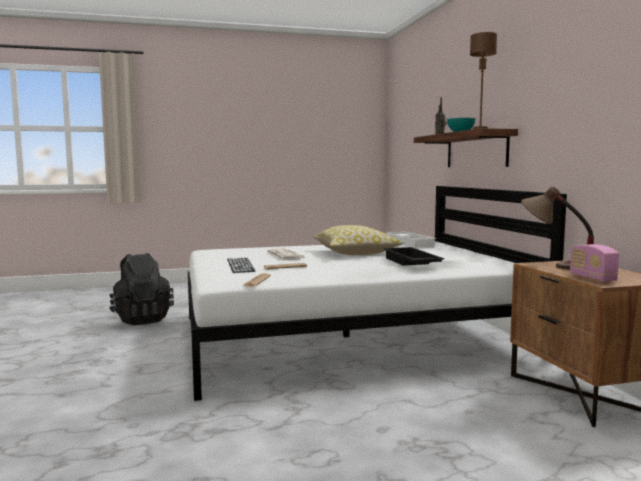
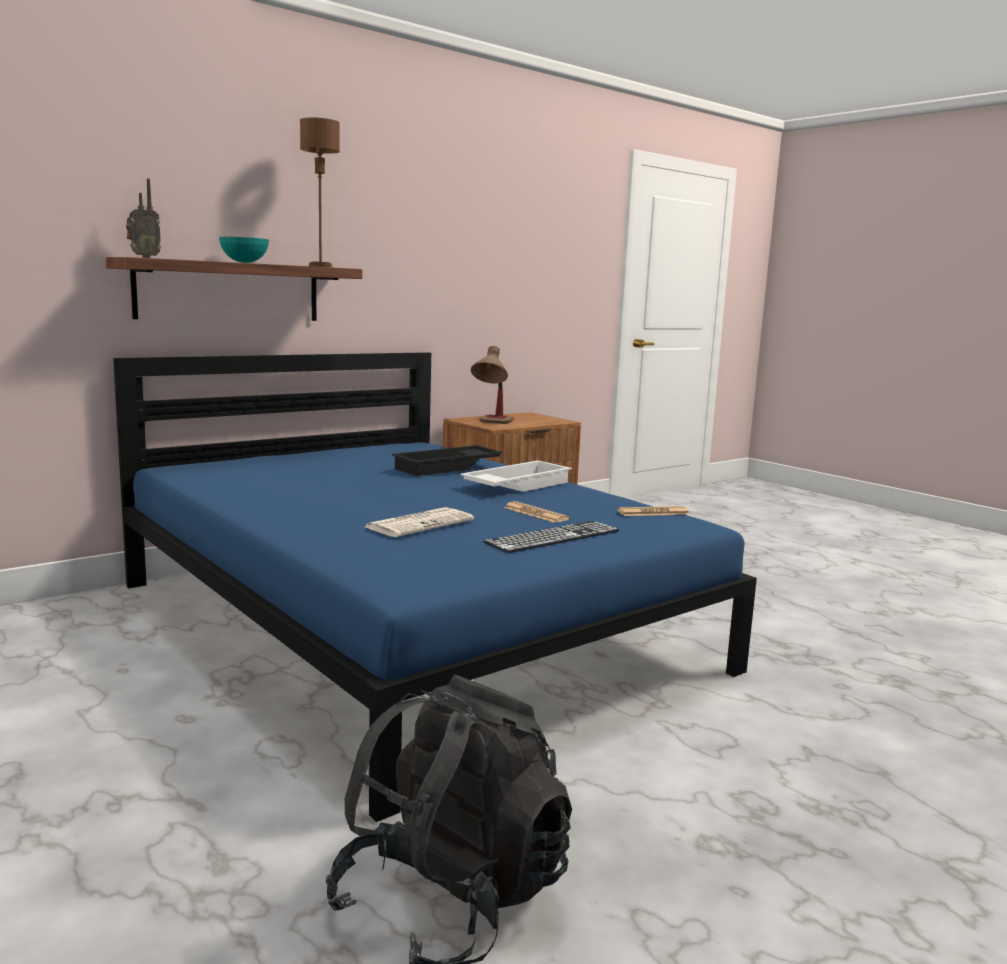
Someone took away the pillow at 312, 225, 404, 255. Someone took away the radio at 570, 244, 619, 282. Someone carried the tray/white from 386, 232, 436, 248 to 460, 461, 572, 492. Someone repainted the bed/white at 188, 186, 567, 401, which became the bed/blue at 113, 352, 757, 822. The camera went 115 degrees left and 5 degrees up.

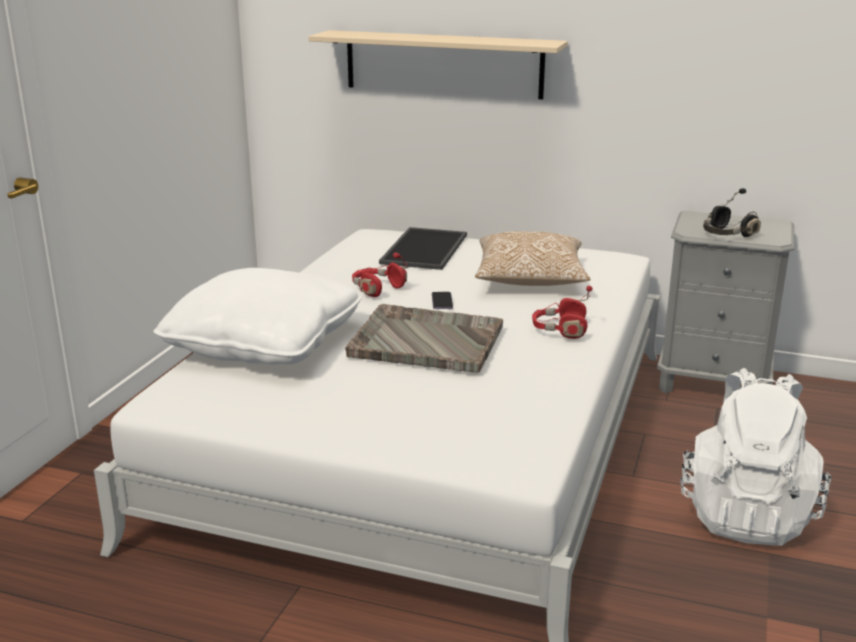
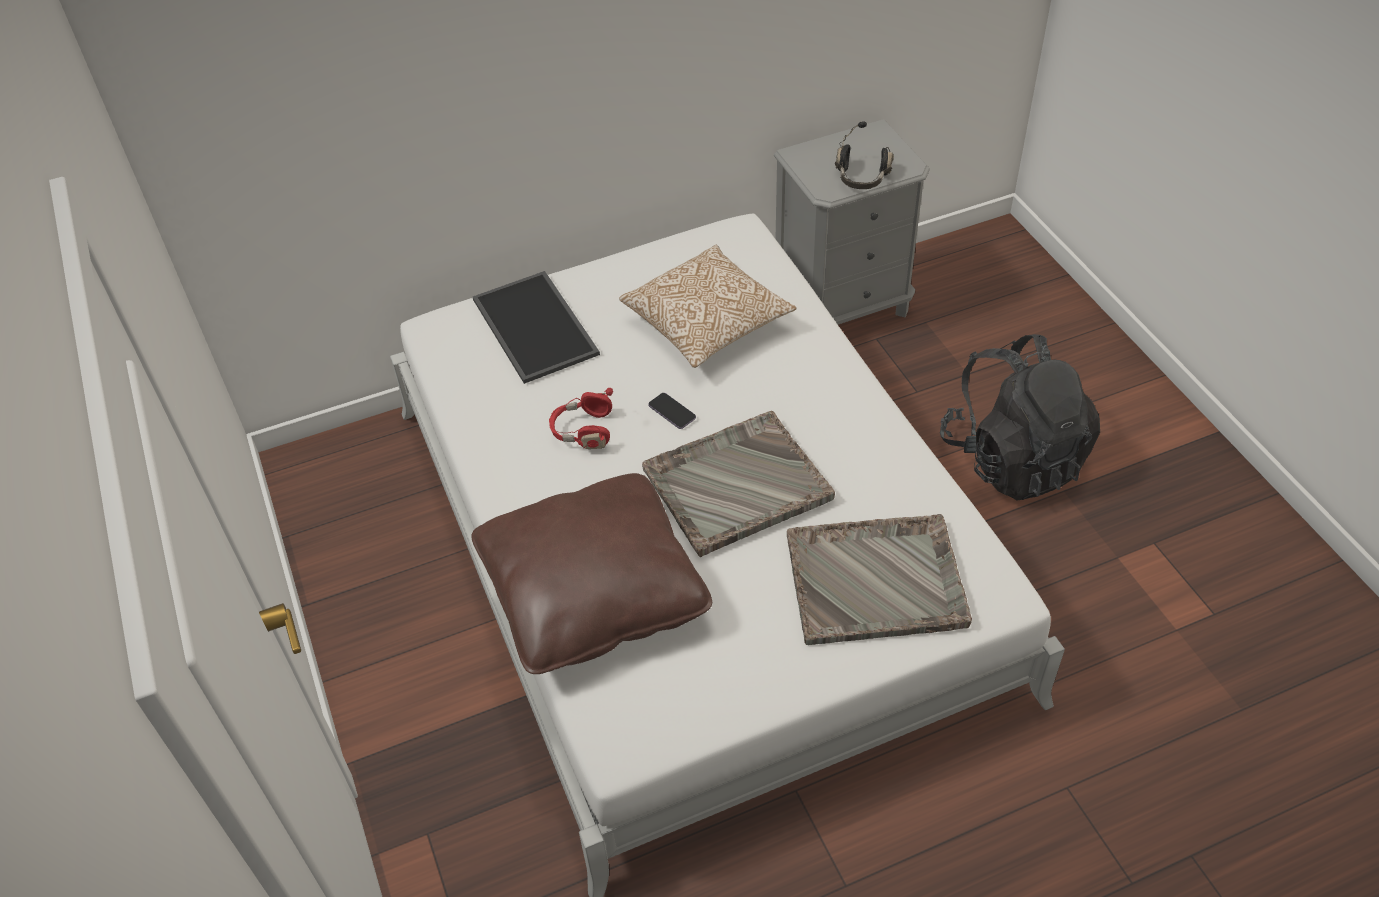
Someone took away the shelf/beige at 309, 30, 568, 100. Someone took away the headphones/red at 532, 286, 593, 339. Someone put down the tray/grey at 787, 514, 972, 645. Someone repainted the pillow/white at 153, 268, 361, 365, which became the pillow/brown at 472, 473, 712, 674. Someone repainted the backpack/white at 680, 368, 832, 546, which became the backpack/black at 940, 334, 1100, 501. The camera went 40 degrees left and 25 degrees up.

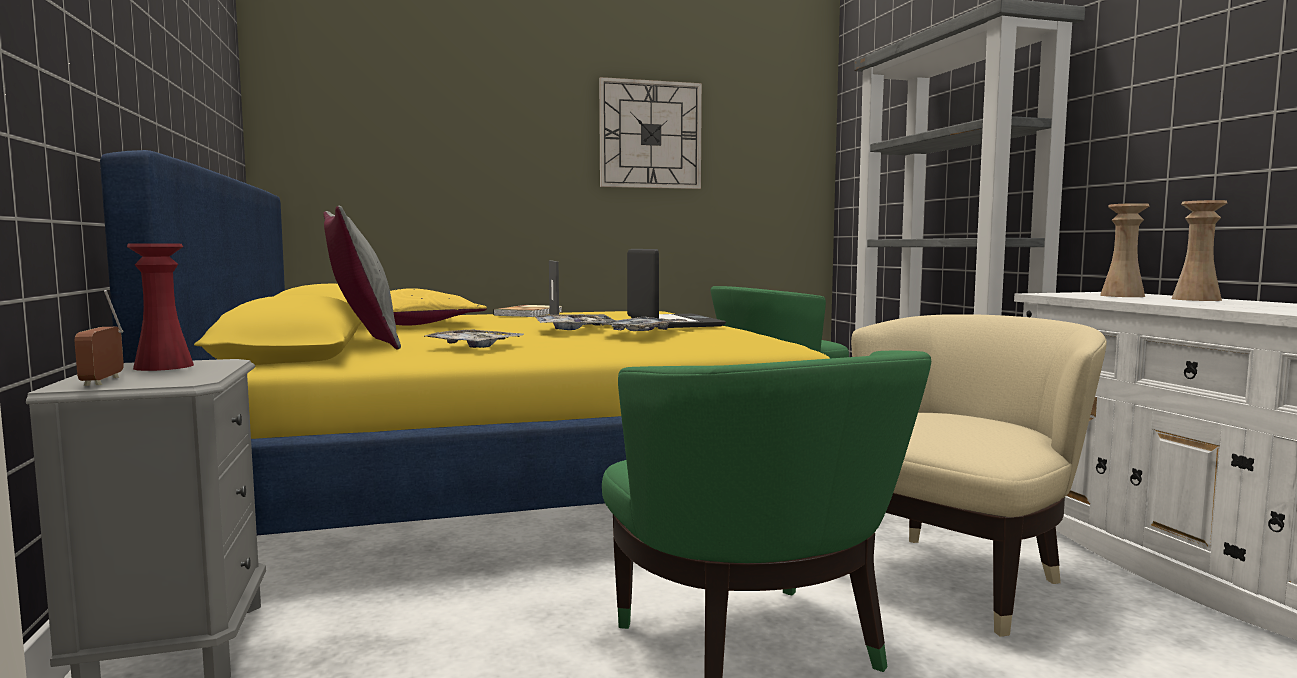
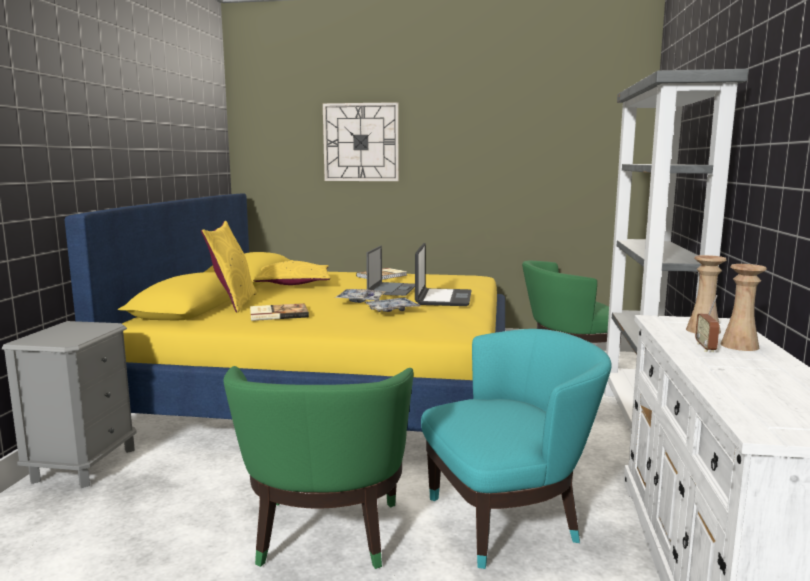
Someone took away the vase/red at 127, 244, 194, 371. Someone carried the radio from 74, 290, 124, 386 to 695, 295, 719, 352. Someone carried the wall clock from 599, 77, 702, 189 to 323, 102, 399, 181. Someone swapped the tray at 424, 329, 525, 348 for the book at 250, 303, 309, 321. Someone repainted the pillow/grey at 323, 206, 401, 350, which became the pillow/yellow at 201, 221, 257, 313. Someone repainted the armchair/beige at 851, 314, 1107, 637, which became the armchair/turquoise at 421, 329, 612, 569. The camera went 25 degrees right and 5 degrees up.

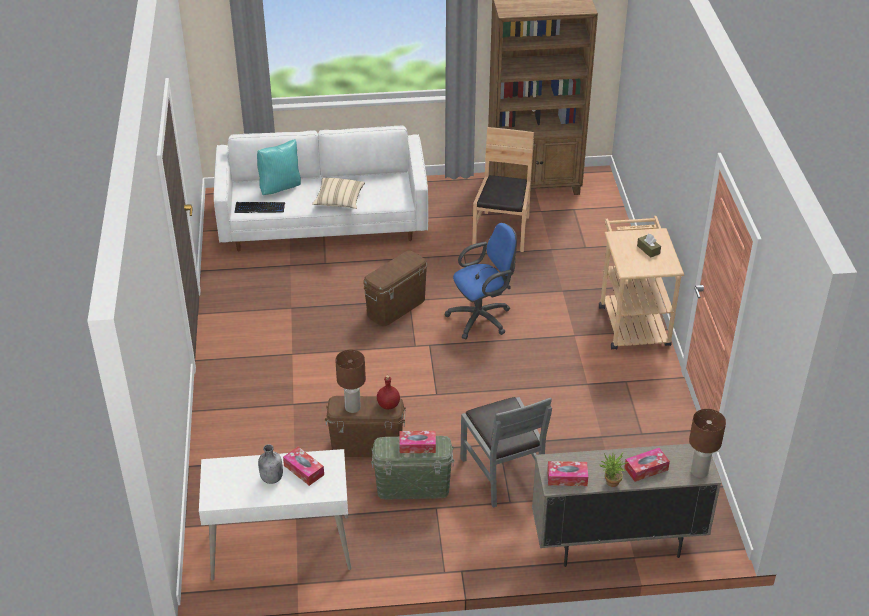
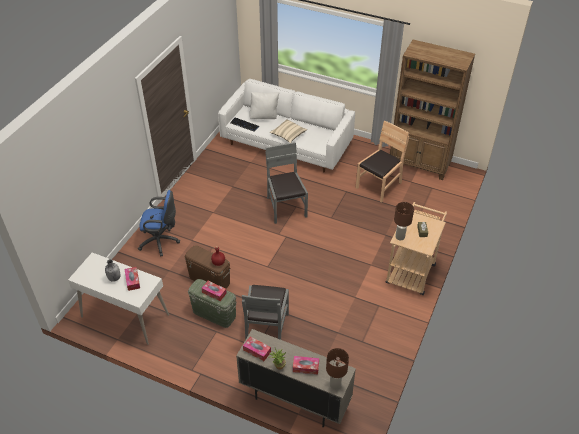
Someone carried the table lamp/brown from 335, 350, 366, 413 to 394, 202, 414, 240. Someone carried the office chair/blue from 445, 223, 517, 339 to 138, 190, 180, 256. Someone swapped the storage box/brown at 363, 251, 427, 326 for the chair/grey at 265, 142, 308, 224. Someone repainted the pillow/turquoise at 257, 139, 301, 195, which became the pillow/white at 249, 92, 279, 119. The camera went 30 degrees right and 5 degrees up.

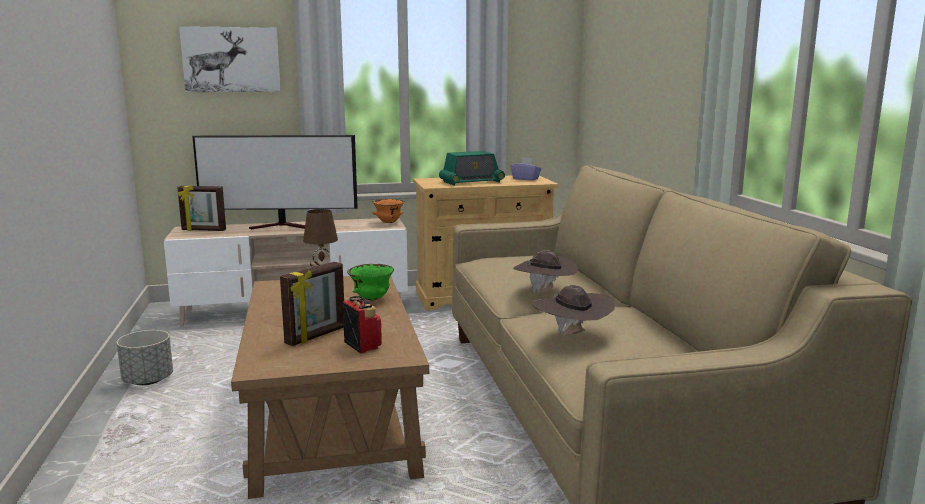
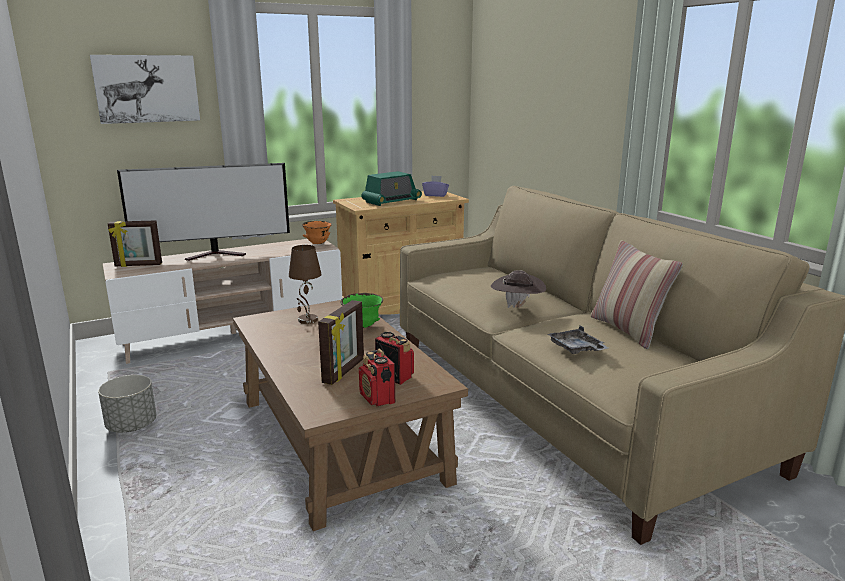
Someone put down the radio at 359, 349, 395, 406. Someone put down the pillow at 591, 240, 683, 349. Someone swapped the hat/brown at 531, 285, 614, 335 for the tray/grey at 547, 326, 608, 354. The camera went 15 degrees left and 5 degrees up.

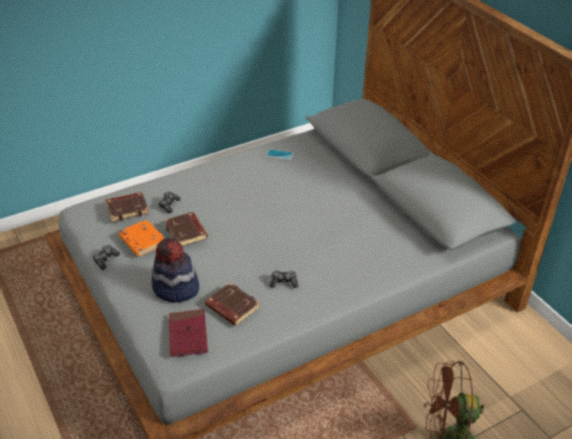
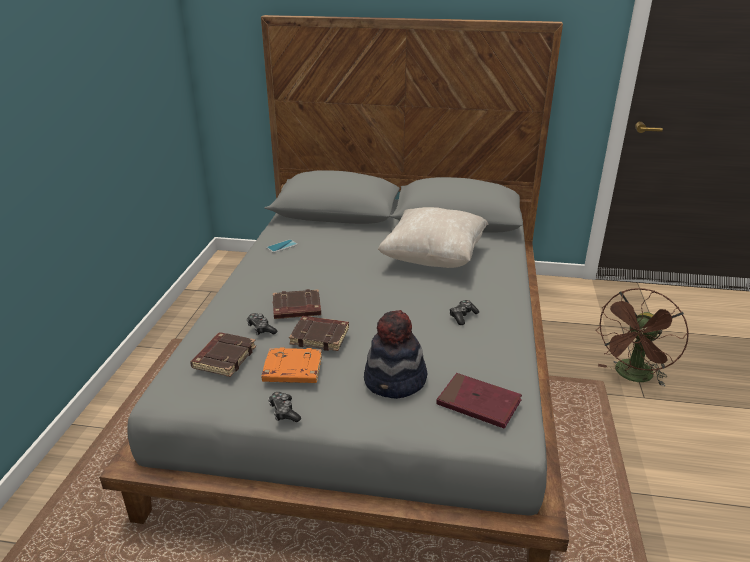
Someone put down the pillow/beige at 378, 207, 489, 268. Someone carried the book/brown from 205, 282, 260, 326 to 273, 289, 321, 319. The camera went 50 degrees left and 10 degrees down.

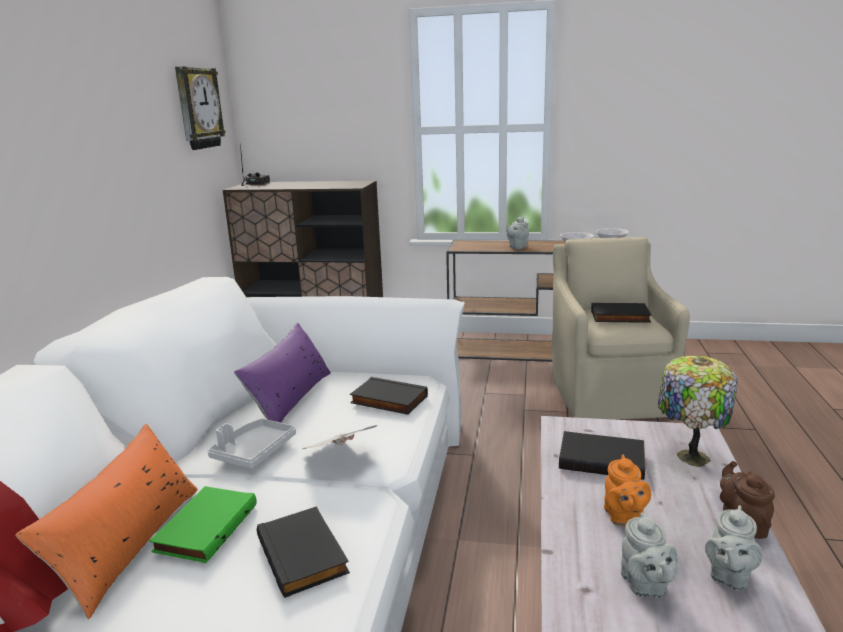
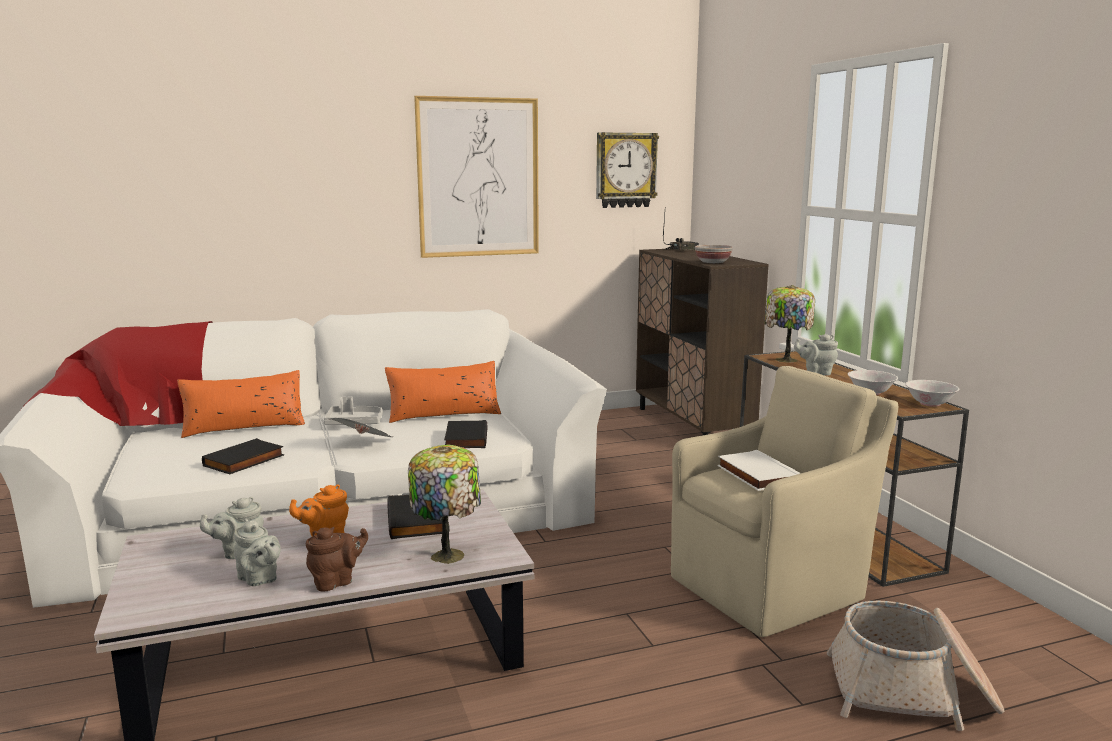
Someone took away the book/green at 149, 486, 257, 563. Someone put up the picture at 414, 96, 539, 258. Someone put down the bowl at 695, 245, 733, 263. Someone put down the table lamp at 764, 285, 815, 363. Someone put down the basket at 827, 601, 1004, 731. Someone repainted the pillow/purple at 234, 322, 331, 423, which became the pillow/orange at 385, 361, 501, 423. Someone repainted the book/black at 591, 303, 652, 323, which became the book/white at 718, 450, 800, 491. Someone rotated the teapot/grey at 705, 505, 763, 591 by 135 degrees counterclockwise. The camera went 60 degrees right and 5 degrees down.

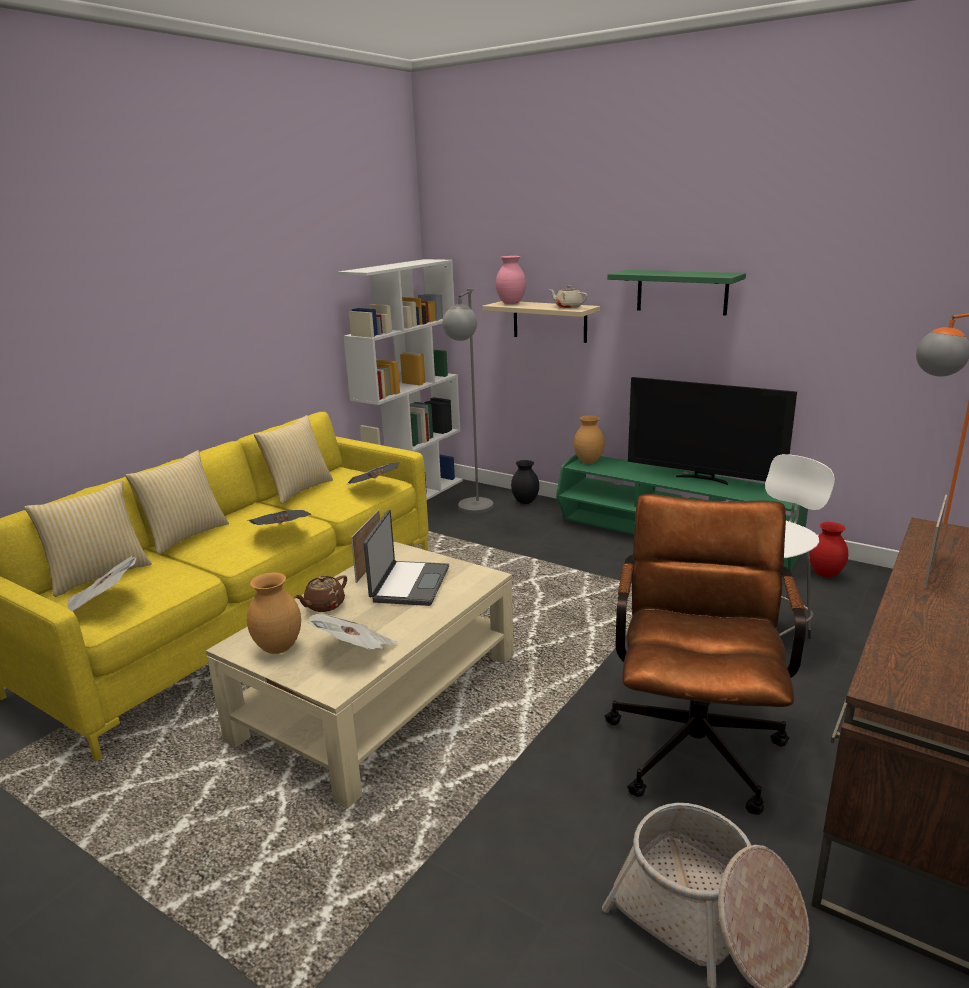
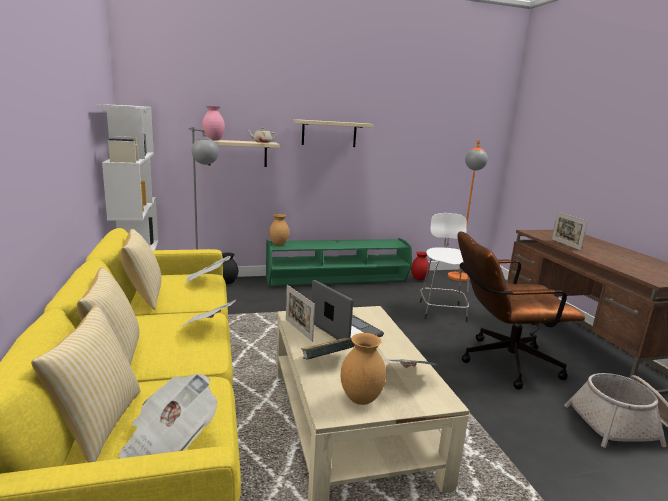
Someone took away the television at 628, 377, 797, 485. Someone swapped the teapot/brown at 295, 575, 347, 612 for the book at 301, 338, 354, 360. Someone repainted the shelf/green at 607, 270, 746, 316, which became the shelf/beige at 293, 119, 373, 147. Someone rotated the office chair/brown at 604, 494, 806, 815 by 60 degrees counterclockwise. The camera went 50 degrees left and 5 degrees down.

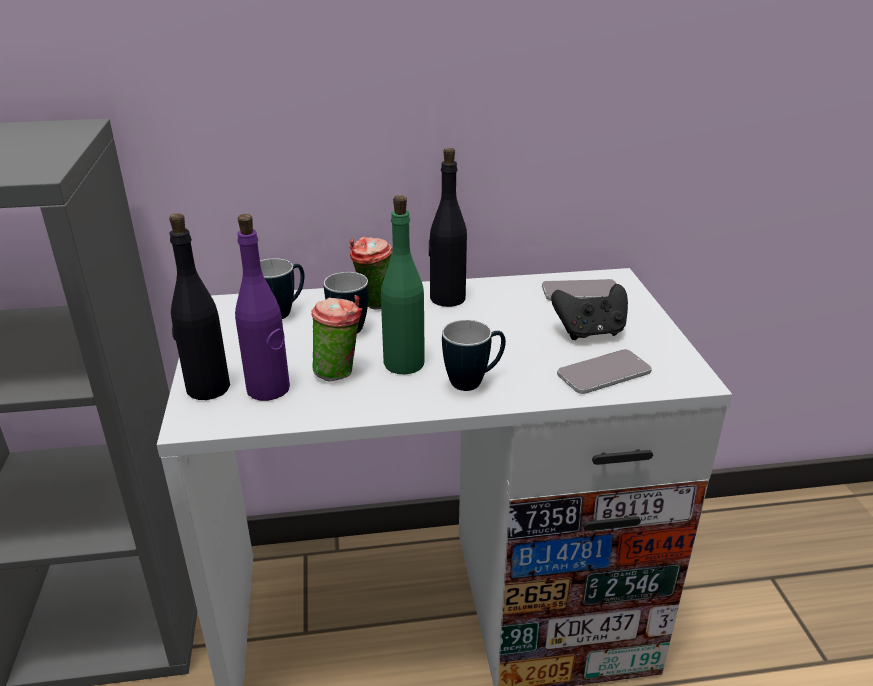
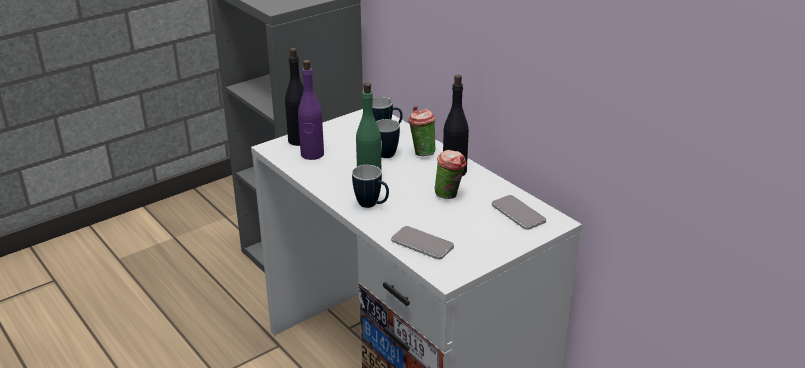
Someone took away the game controller/black at 551, 284, 628, 340. Someone carried the cup from 311, 295, 363, 382 to 435, 150, 467, 199. The camera went 60 degrees right and 0 degrees up.

